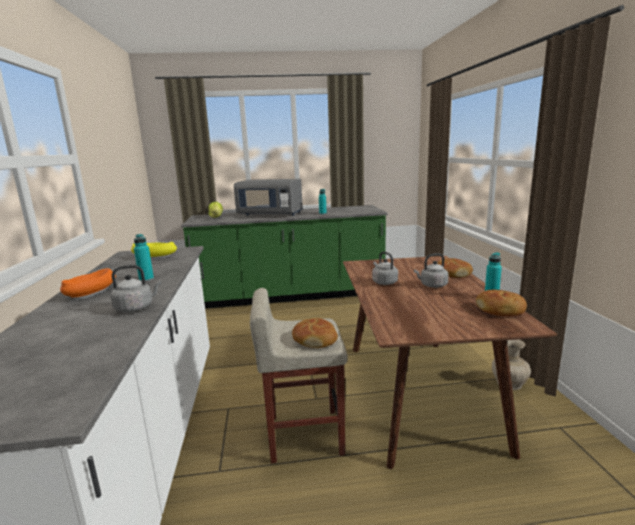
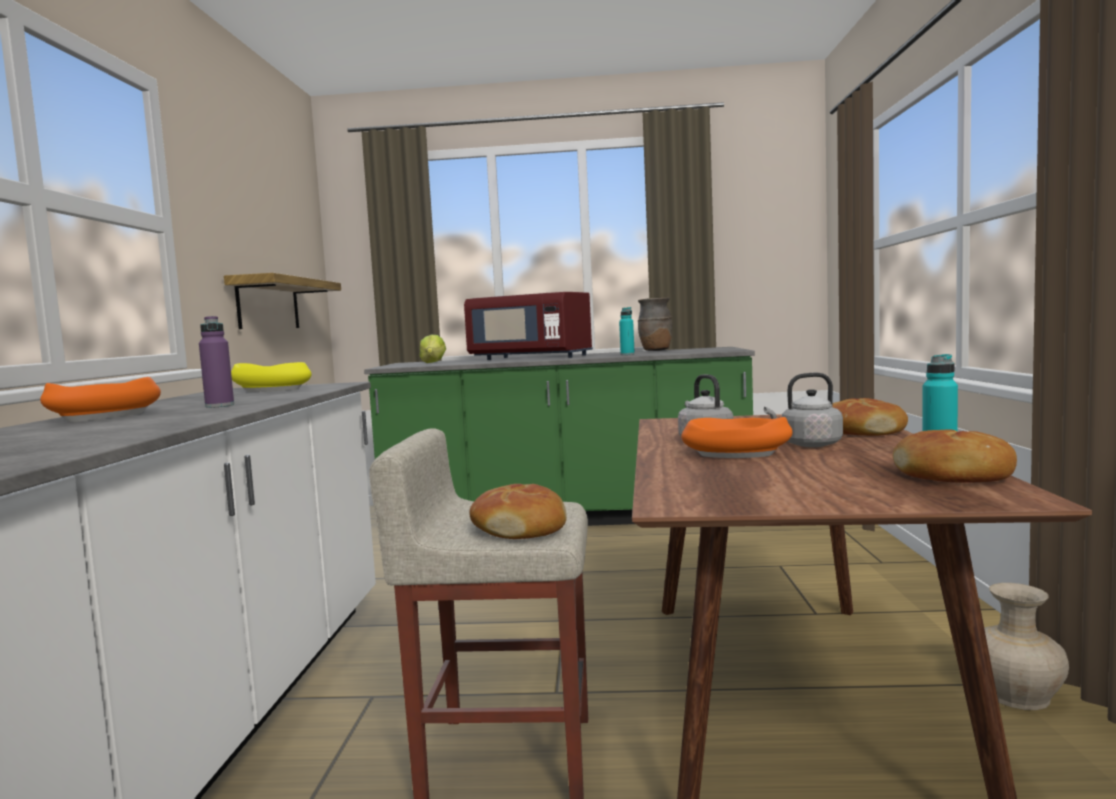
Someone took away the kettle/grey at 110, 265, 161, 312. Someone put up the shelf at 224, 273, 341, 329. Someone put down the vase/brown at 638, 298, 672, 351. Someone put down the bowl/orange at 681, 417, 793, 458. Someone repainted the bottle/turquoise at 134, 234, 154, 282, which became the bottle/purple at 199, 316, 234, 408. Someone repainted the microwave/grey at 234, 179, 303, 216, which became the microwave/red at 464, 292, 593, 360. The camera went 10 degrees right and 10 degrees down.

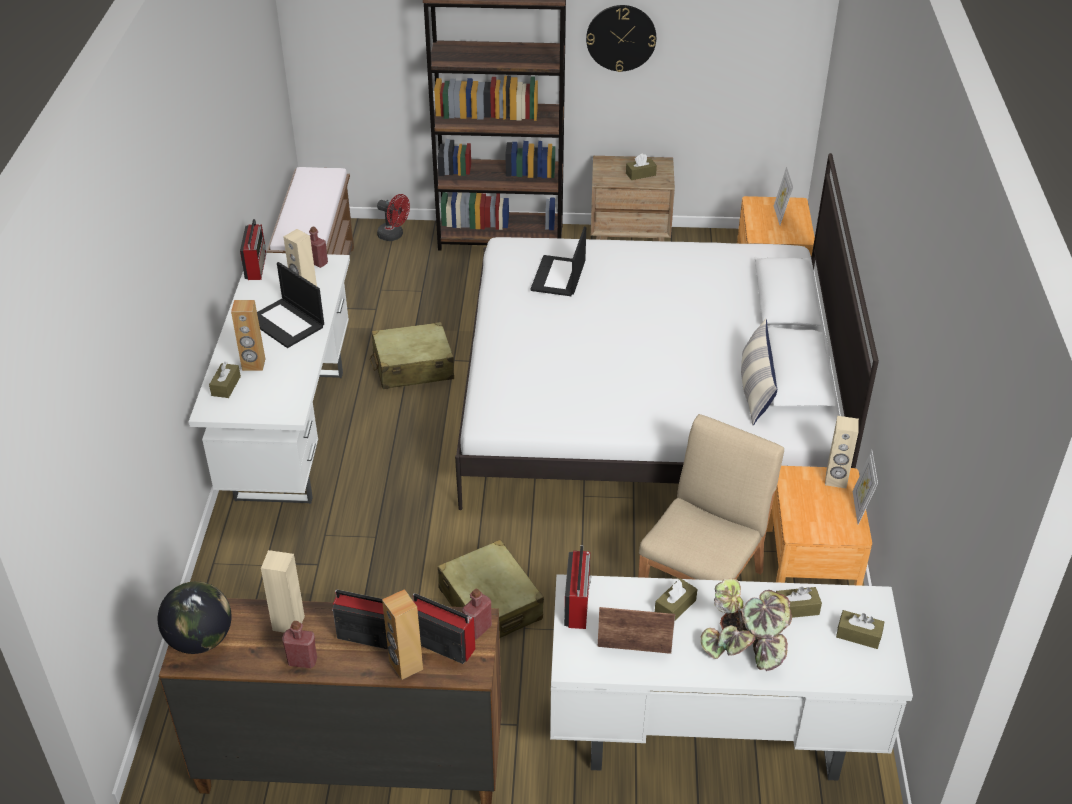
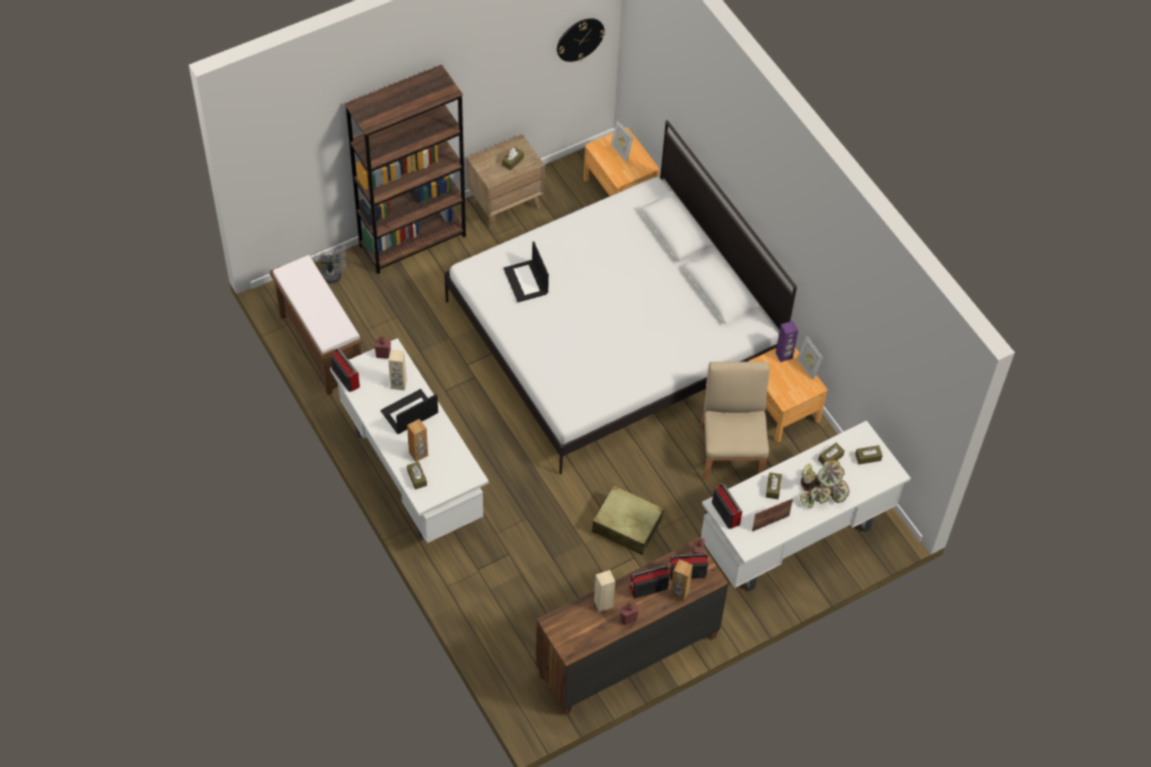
Someone took away the globe at 158, 581, 232, 654. Someone took away the suitcase/beige at 370, 322, 454, 389. Someone took away the pillow at 741, 319, 777, 425. Someone carried the wall clock from 586, 5, 656, 72 to 557, 18, 605, 62. Someone repainted the fan/red at 377, 194, 410, 241, which became the fan/grey at 320, 245, 346, 284. Someone repainted the speaker/beige at 825, 416, 859, 488, which became the speaker/purple at 776, 321, 798, 362. Someone rotated the laptop at 257, 262, 324, 348 by 135 degrees clockwise. The camera went 35 degrees left and 15 degrees up.

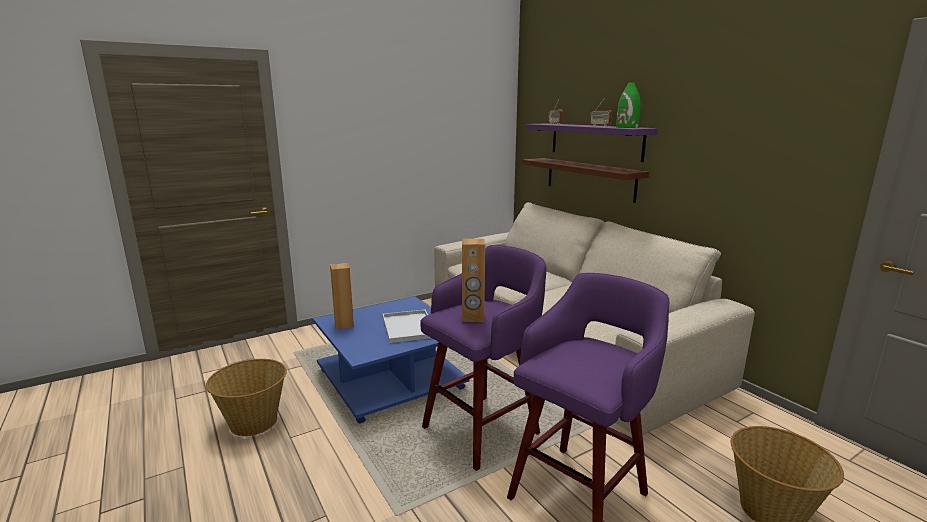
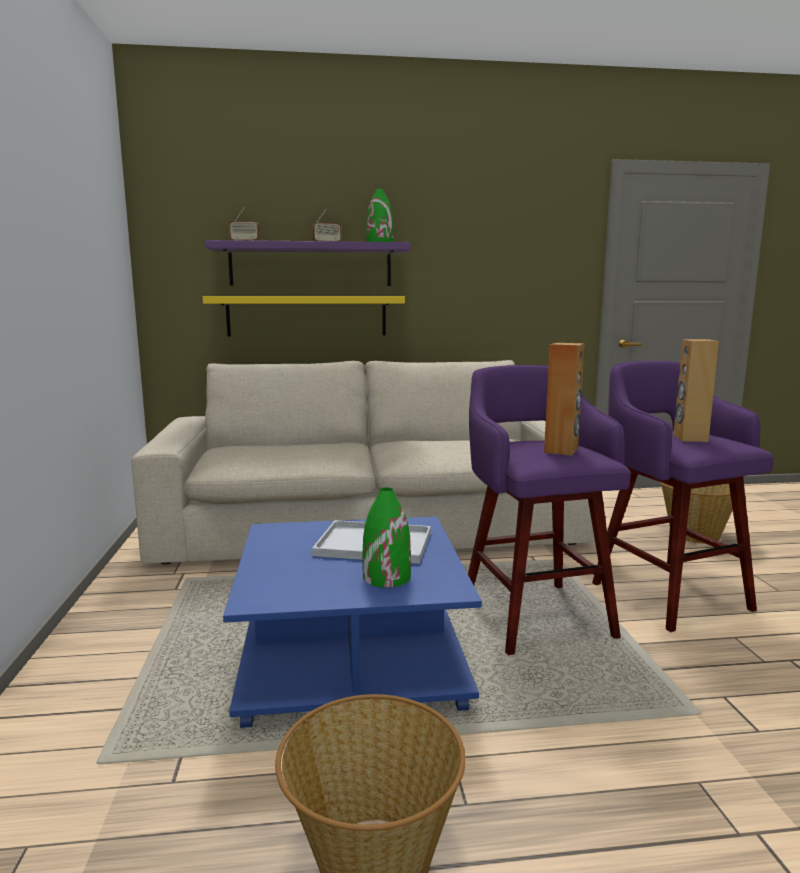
Someone put down the vase/green at 362, 487, 411, 588. Someone carried the speaker/brown from 330, 263, 354, 330 to 673, 339, 719, 442. Someone repainted the shelf/brown at 522, 158, 649, 203, which became the shelf/yellow at 202, 296, 405, 337. The camera went 65 degrees left and 5 degrees down.

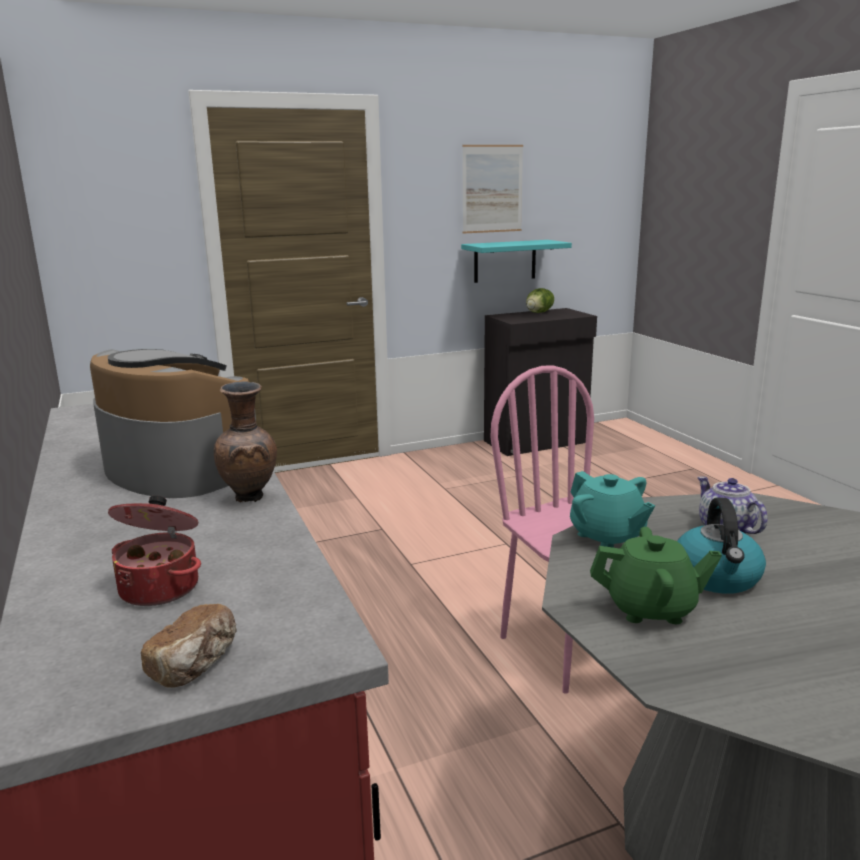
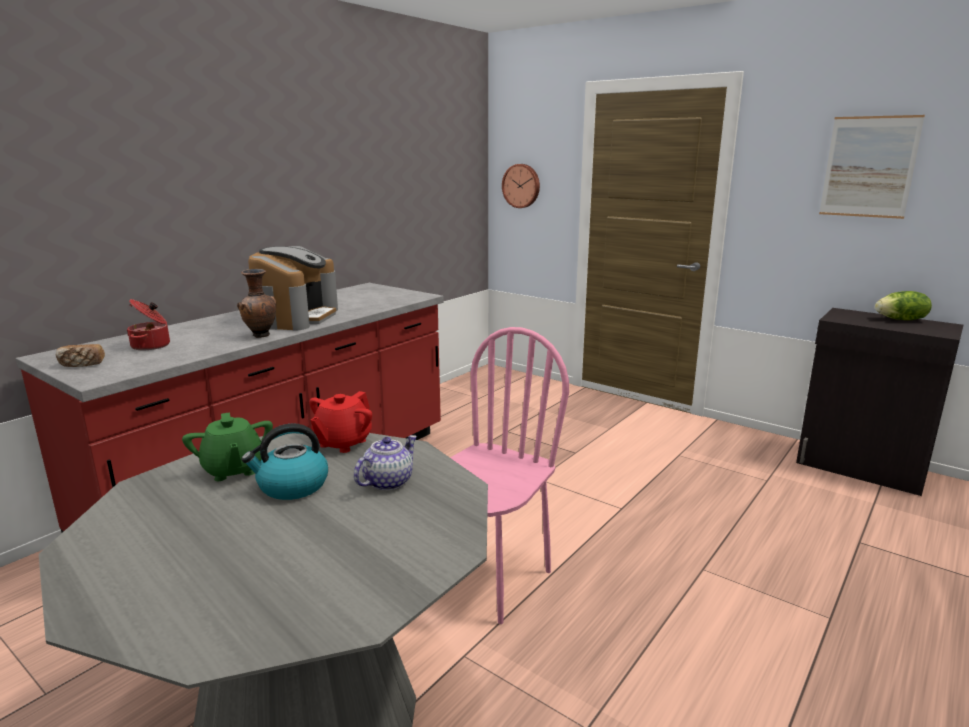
Someone took away the shelf/turquoise at 461, 240, 572, 283. Someone put up the wall clock at 502, 164, 540, 208. Someone repainted the teapot/turquoise at 570, 471, 655, 548, which became the teapot/red at 309, 391, 372, 453. The camera went 60 degrees right and 0 degrees up.

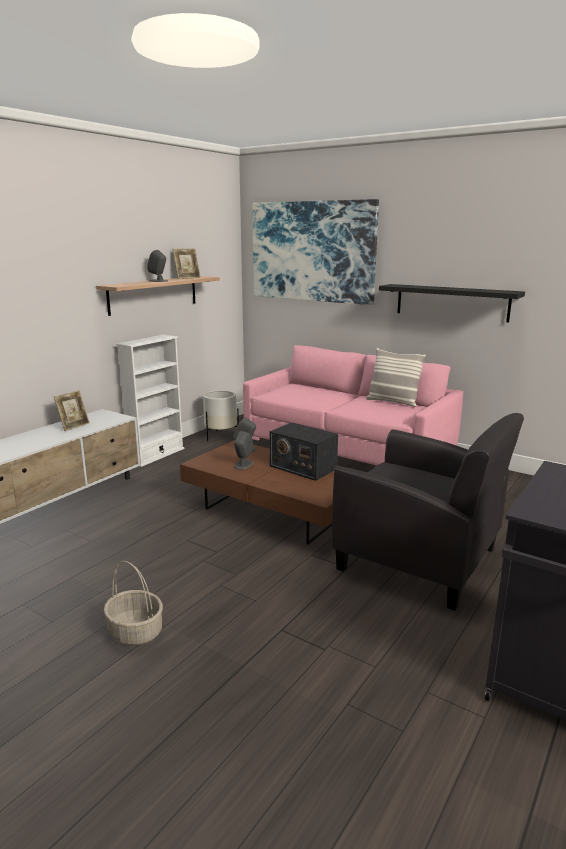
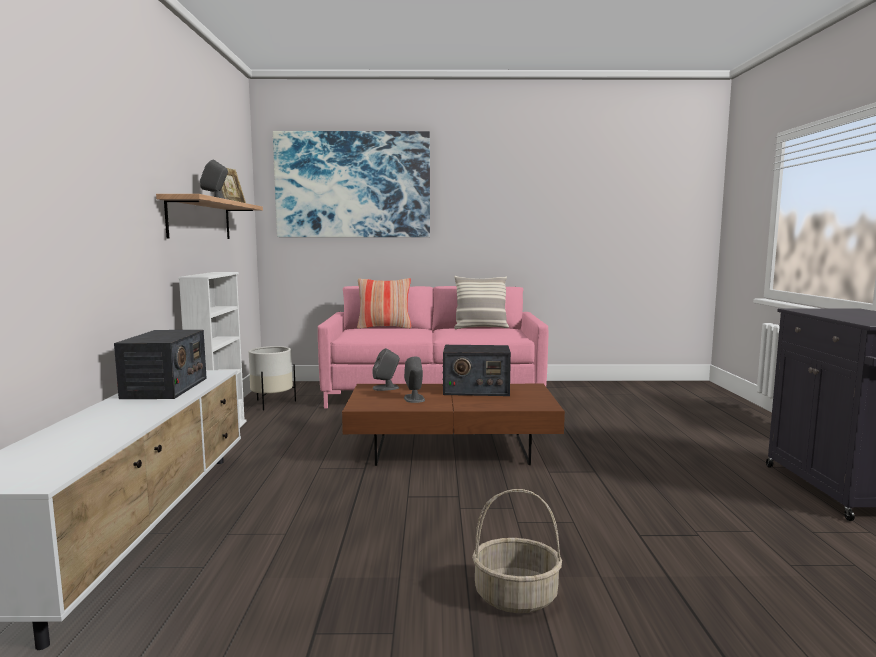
Someone took away the armchair/black at 332, 413, 524, 611. Someone took away the shelf/black at 379, 284, 525, 322. Someone put down the pillow at 357, 278, 411, 329. Someone swapped the picture frame at 54, 390, 90, 431 for the radio at 114, 330, 207, 399. The camera went 35 degrees left and 10 degrees down.

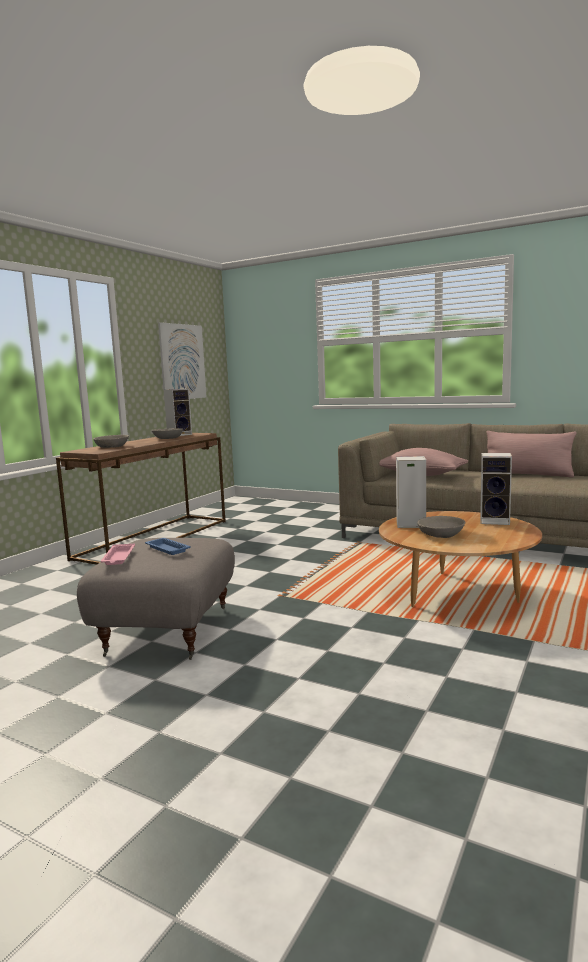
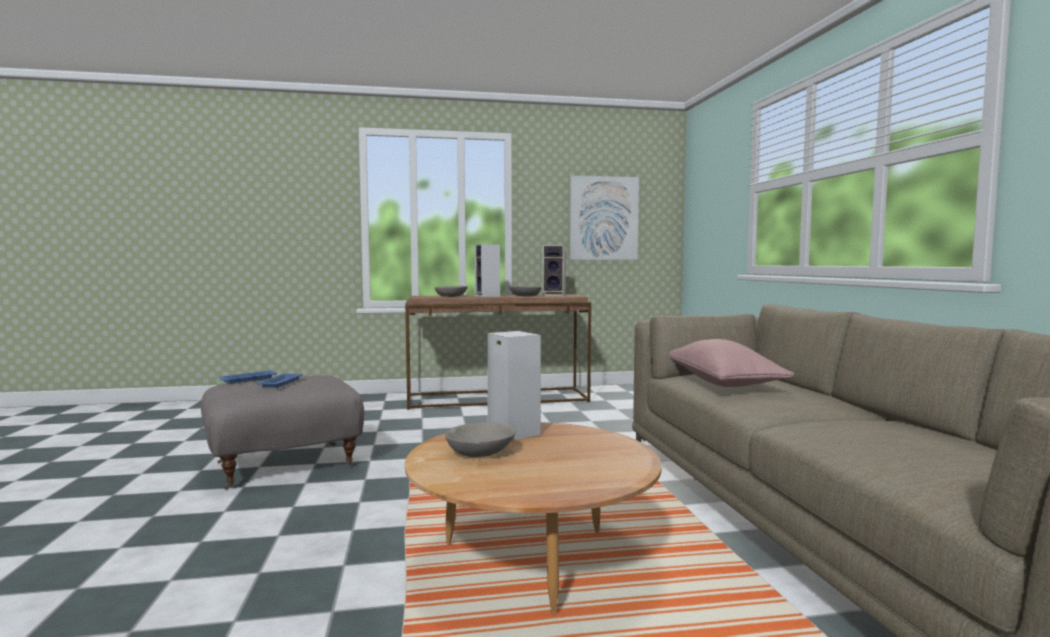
Someone took away the pillow/pink at 487, 431, 577, 477. Someone carried the speaker from 480, 453, 512, 525 to 475, 244, 500, 297. Someone repainted the tray/pink at 101, 543, 135, 565, which became the tray/blue at 219, 370, 277, 384. The camera went 50 degrees right and 5 degrees down.

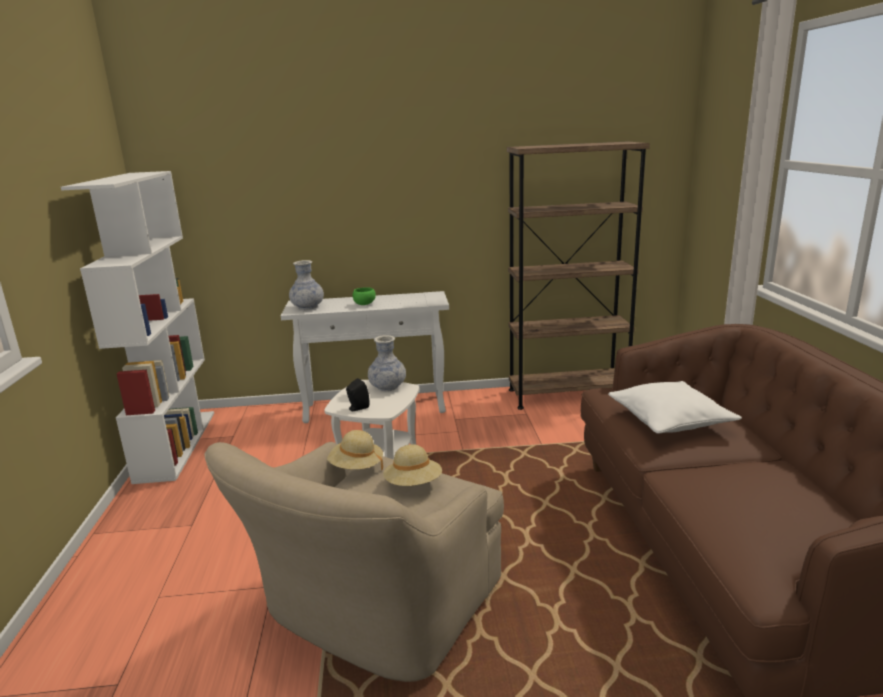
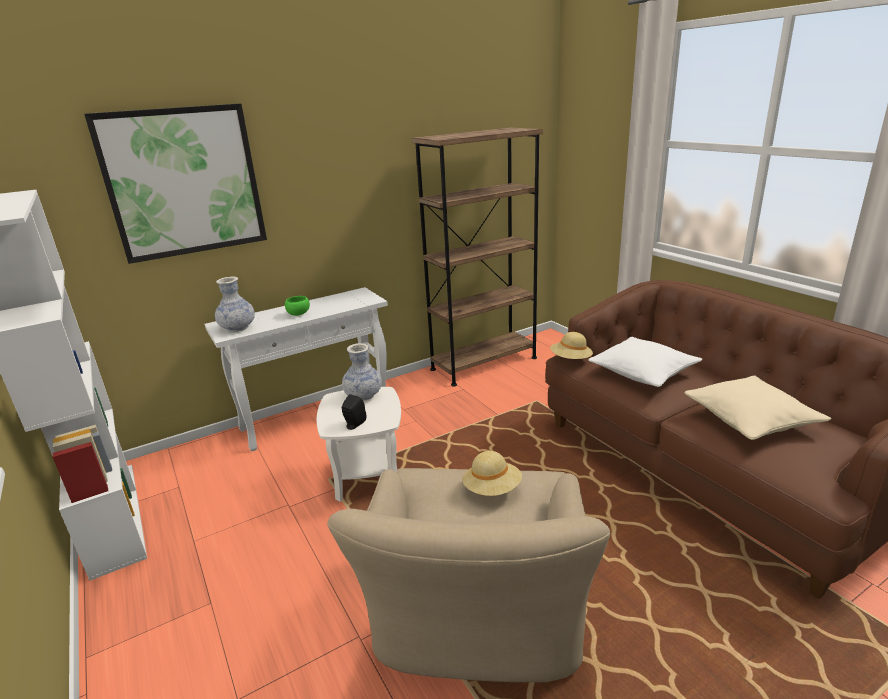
Someone put up the picture at 84, 103, 267, 264. Someone put down the pillow/beige at 684, 376, 831, 440. Someone carried the hat/beige from 327, 430, 383, 470 to 550, 332, 593, 359. The camera went 25 degrees left and 5 degrees up.

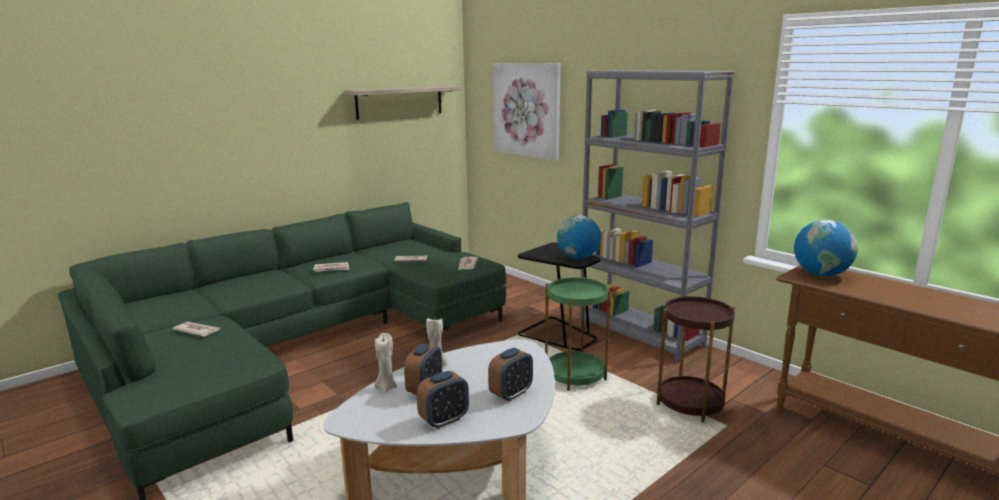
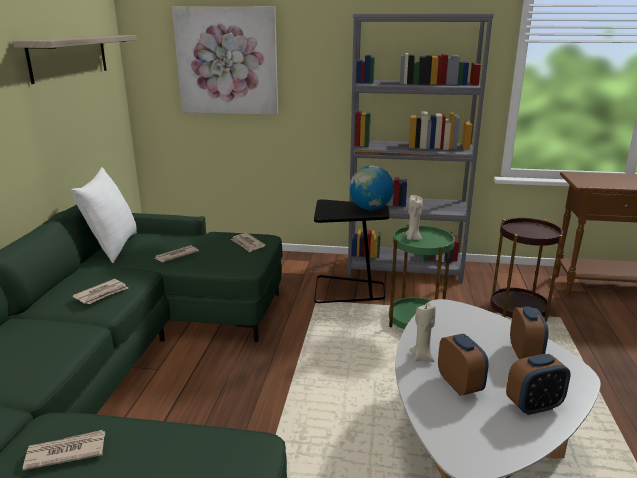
Someone took away the globe at 794, 220, 858, 276. Someone put down the pillow/white at 71, 167, 137, 263. Someone carried the candle/beige from 374, 333, 397, 393 to 406, 195, 423, 240. Someone rotated the alarm clock at 417, 371, 469, 429 by 60 degrees clockwise. The camera went 40 degrees left and 5 degrees up.

